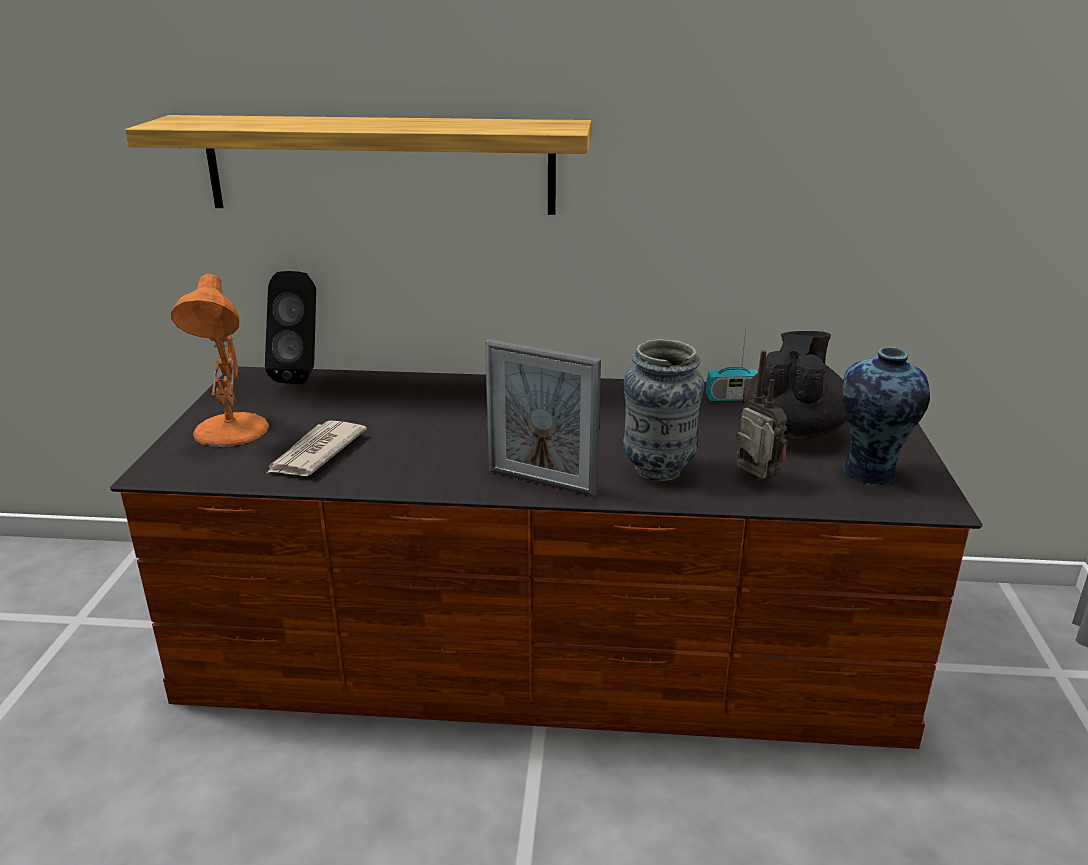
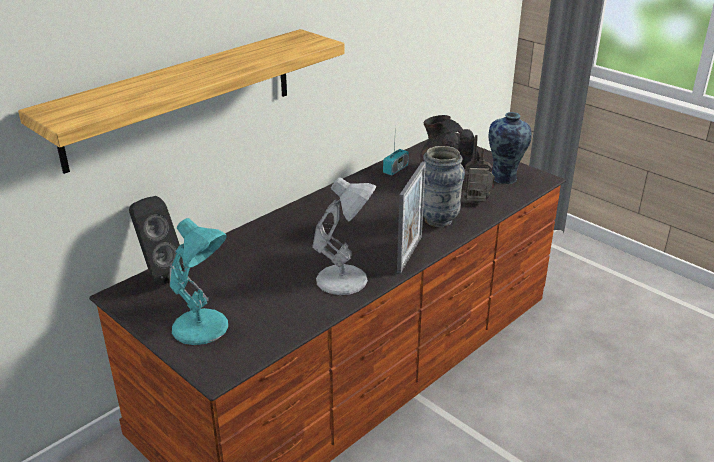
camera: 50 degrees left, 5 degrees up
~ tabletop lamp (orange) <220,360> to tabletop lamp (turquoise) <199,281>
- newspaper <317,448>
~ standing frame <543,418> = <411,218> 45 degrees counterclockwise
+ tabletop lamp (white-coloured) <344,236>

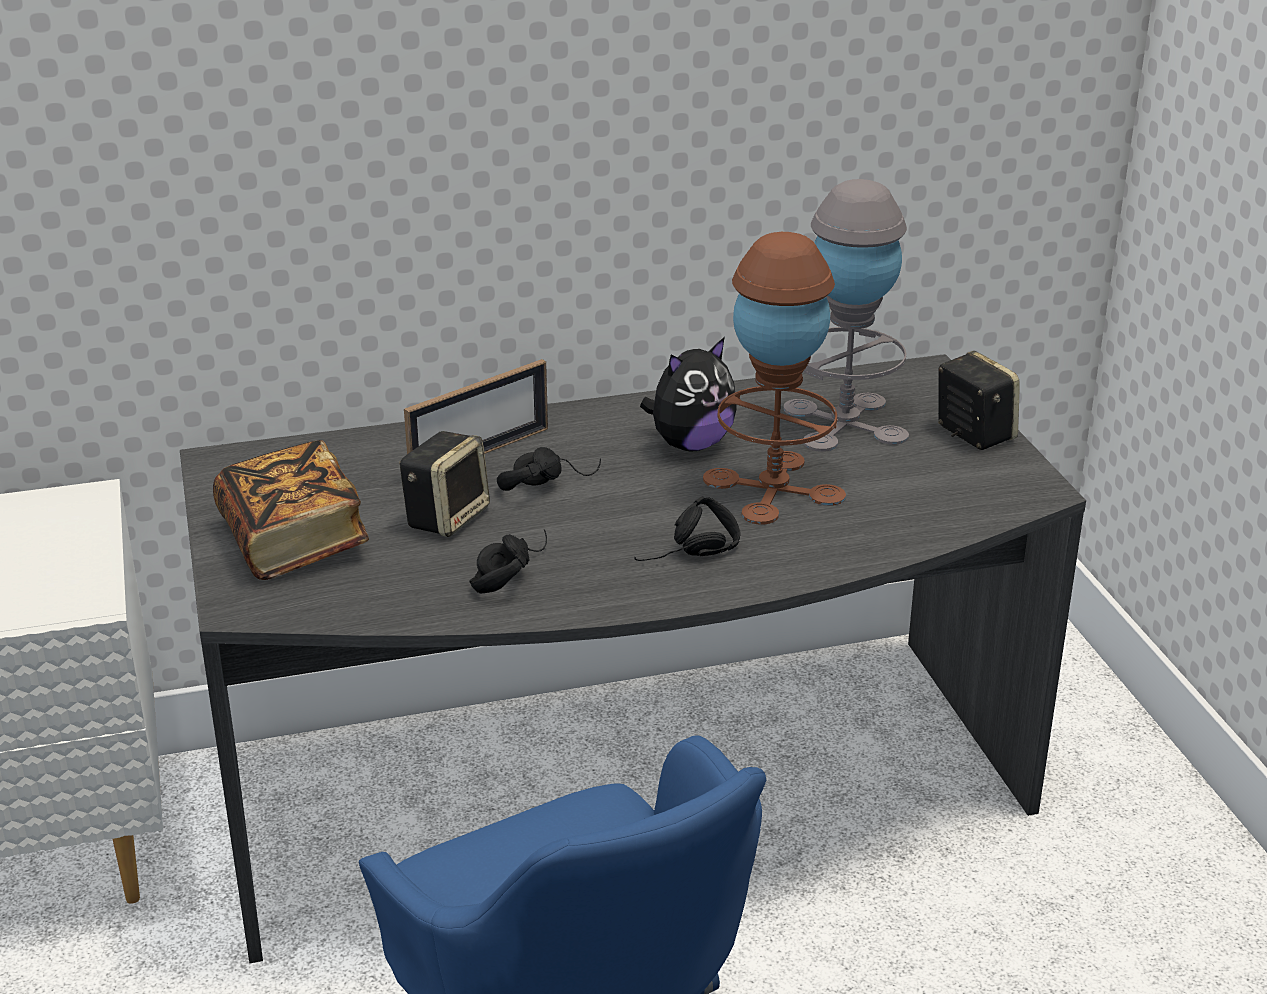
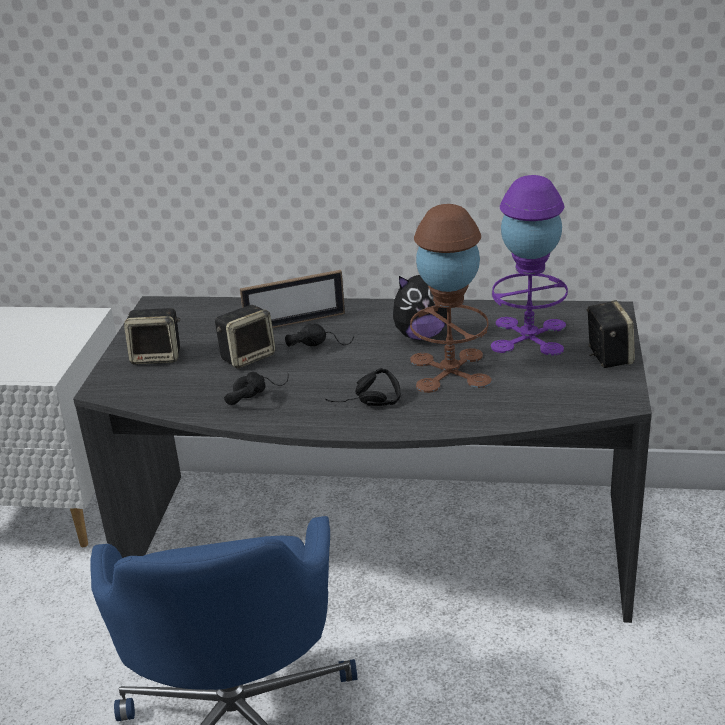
camera: 25 degrees right, 0 degrees up
~ book <291,510> to speaker <152,336>
~ tabletop lamp (greyish) <846,315> to tabletop lamp (purplish) <529,265>

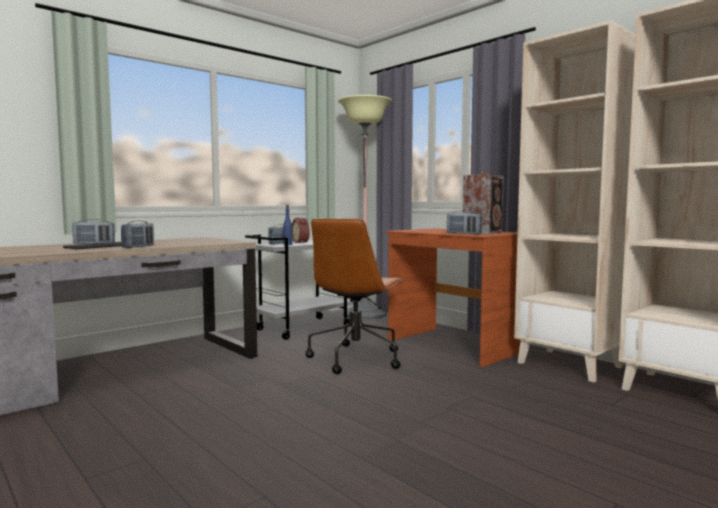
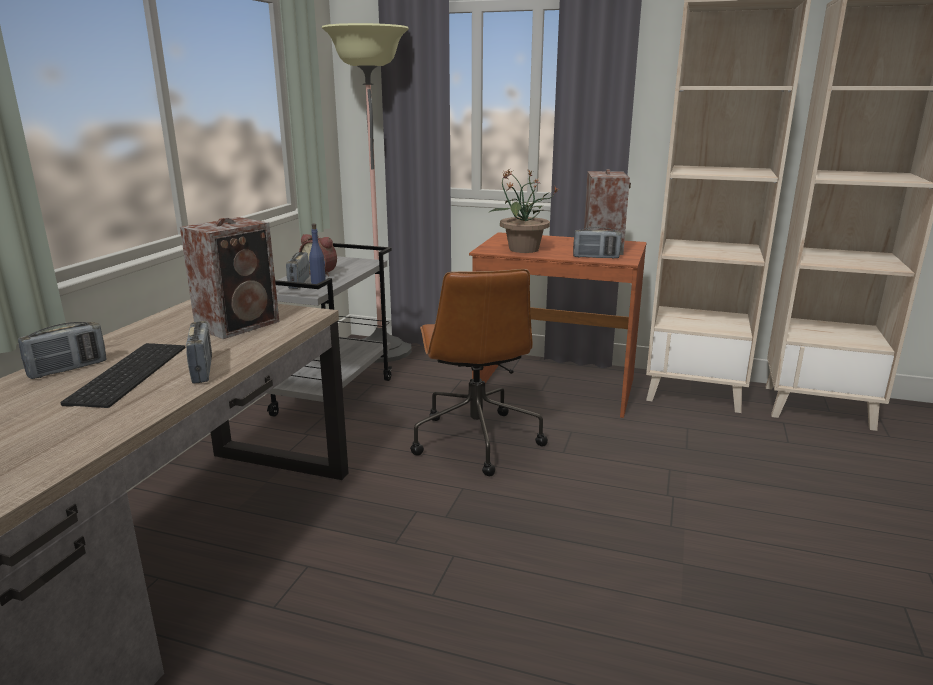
camera: 30 degrees left, 15 degrees up
+ speaker <229,278>
+ plant in a pot <524,211>

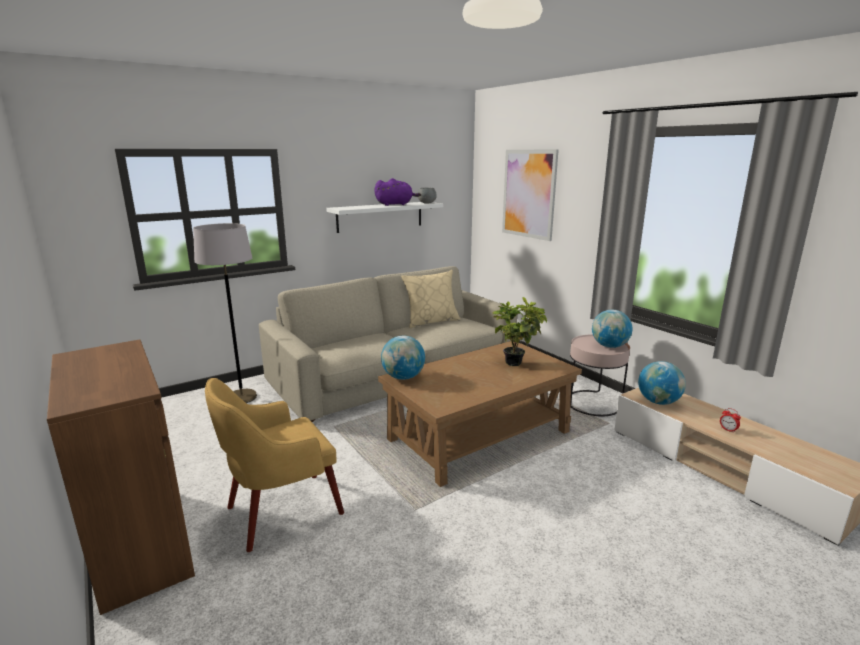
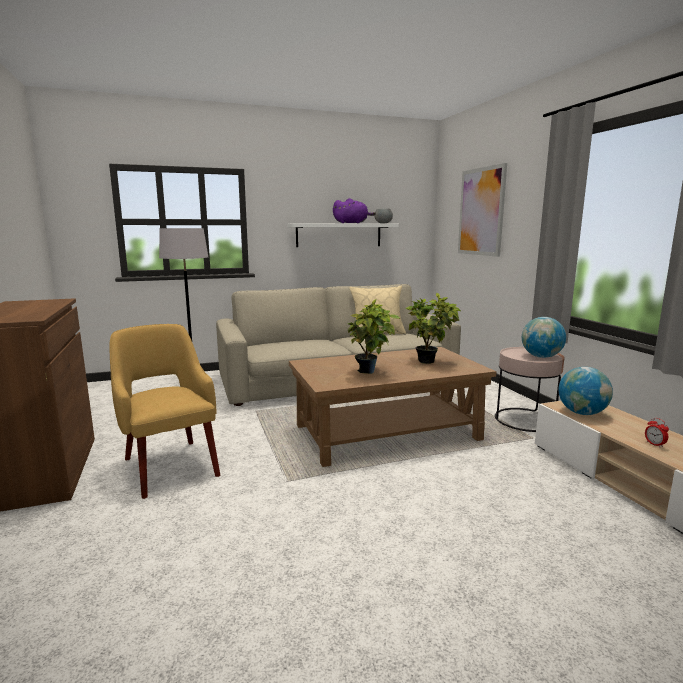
camera: 15 degrees right, 5 degrees down
~ armchair (yellow) <274,465> = <164,411> 75 degrees clockwise
- desk globe <403,357>
+ plant in a pot <374,336>

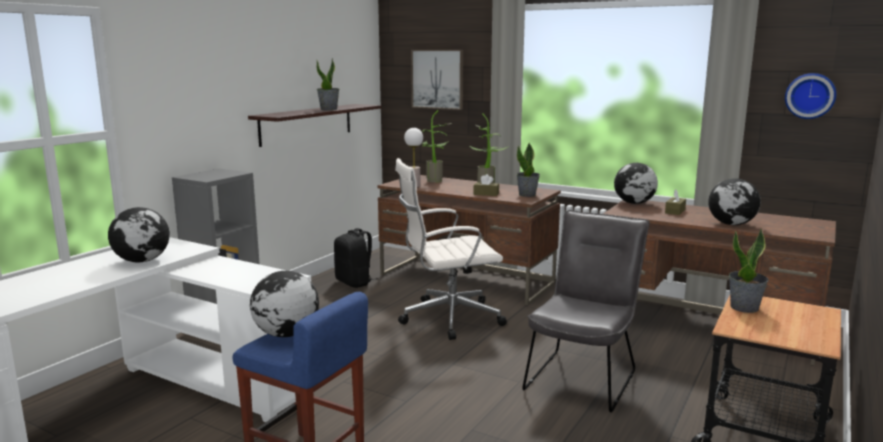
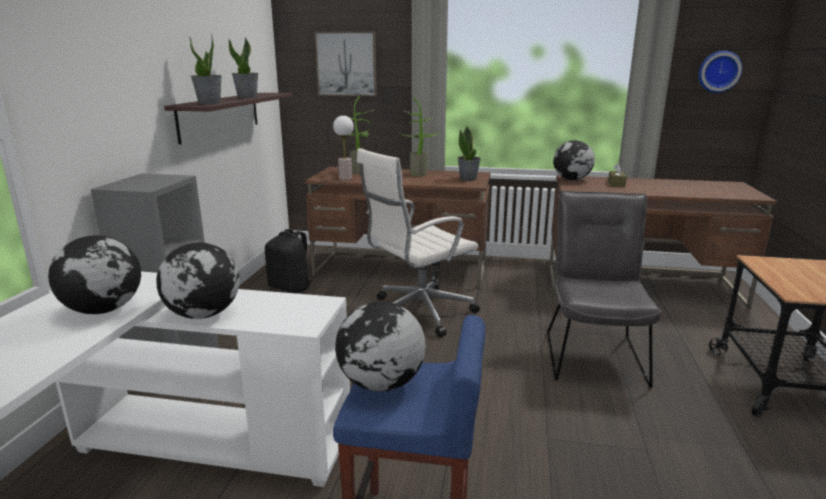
camera: 20 degrees left, 5 degrees up
- tissue box (brownish) <486,185>
~ desk globe <734,201> to <198,281>
~ plant in a pot <749,270> to <205,69>

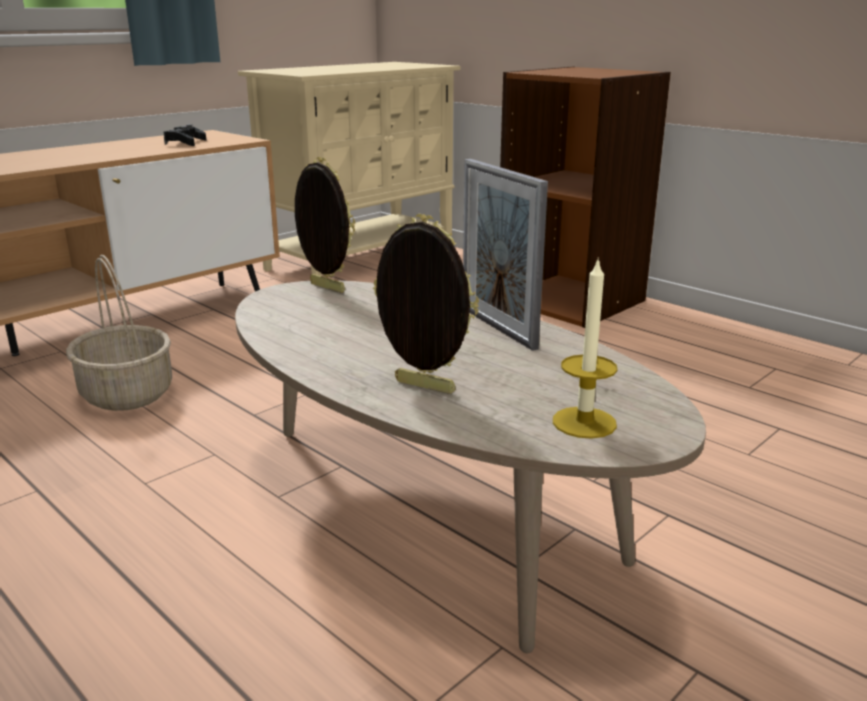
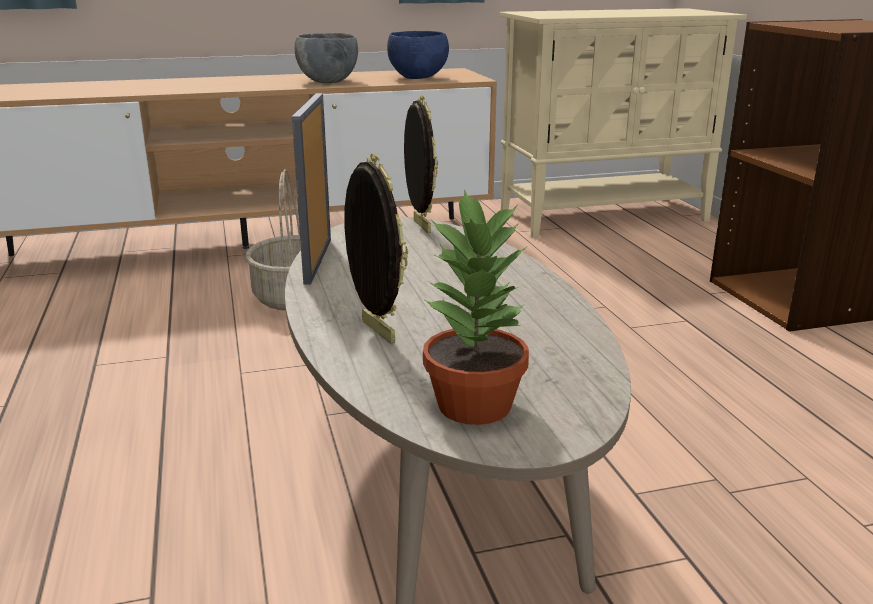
camera: 30 degrees right, 0 degrees up
~ gamepad (blackish) <185,135> to deep dish (blue) <418,55>
~ standing frame <505,255> to <311,188>
~ wax light <585,348> to plant in a pot <476,307>
+ deep dish (greyish) <326,58>

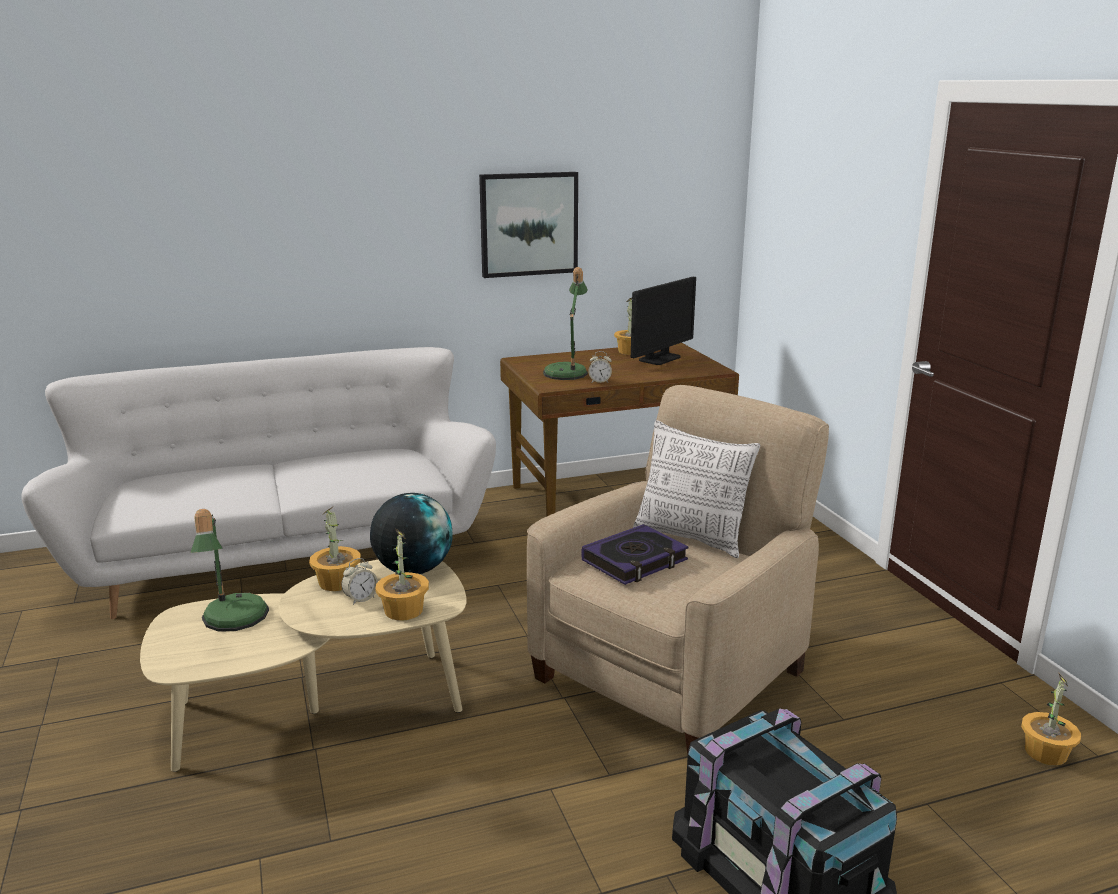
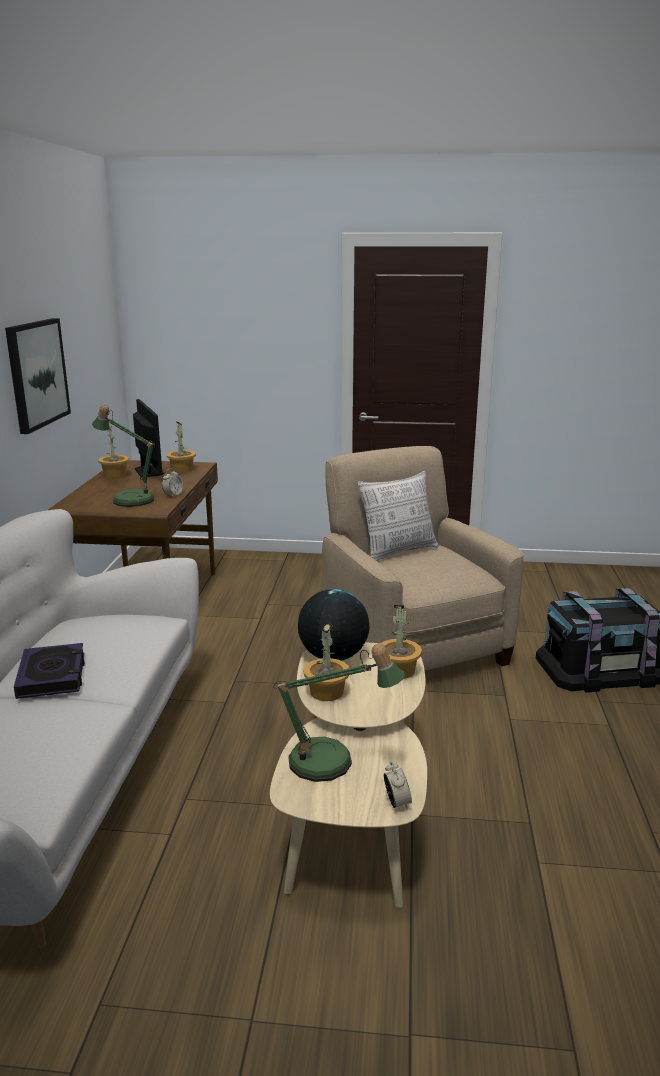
camera: 65 degrees left, 0 degrees up
~ table clock <360,581> to <398,786>
~ book <635,554> to <49,671>
~ plant in a pot <1051,720> to <181,446>

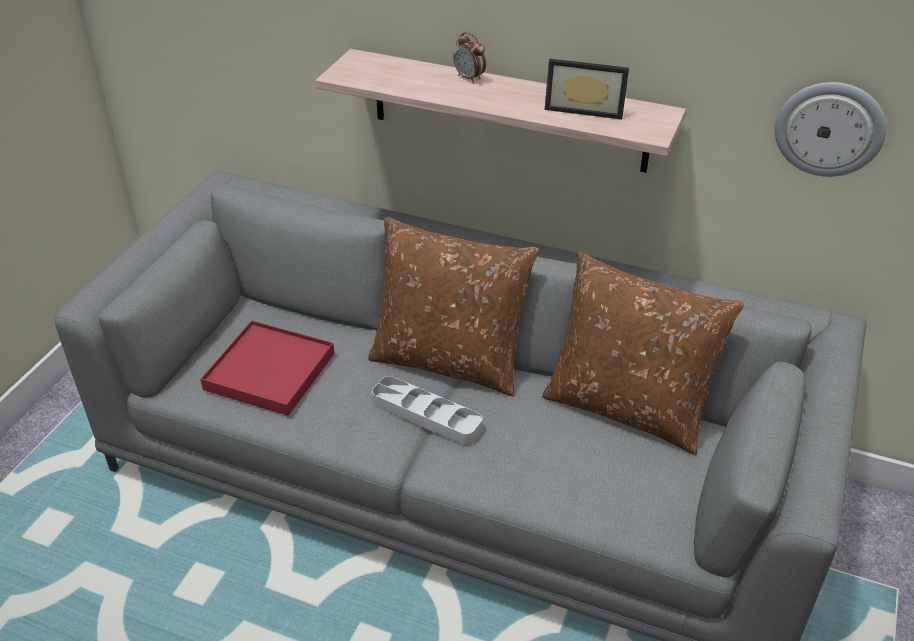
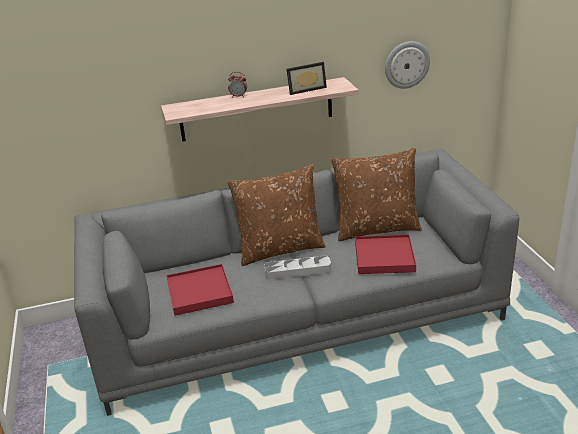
camera: 35 degrees left, 10 degrees down
+ serving tray (red-coloured) <385,254>

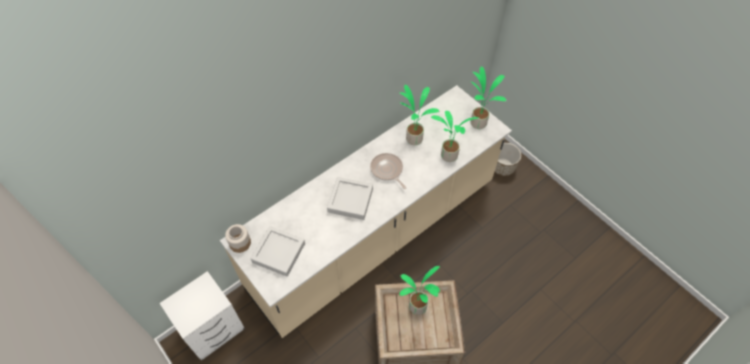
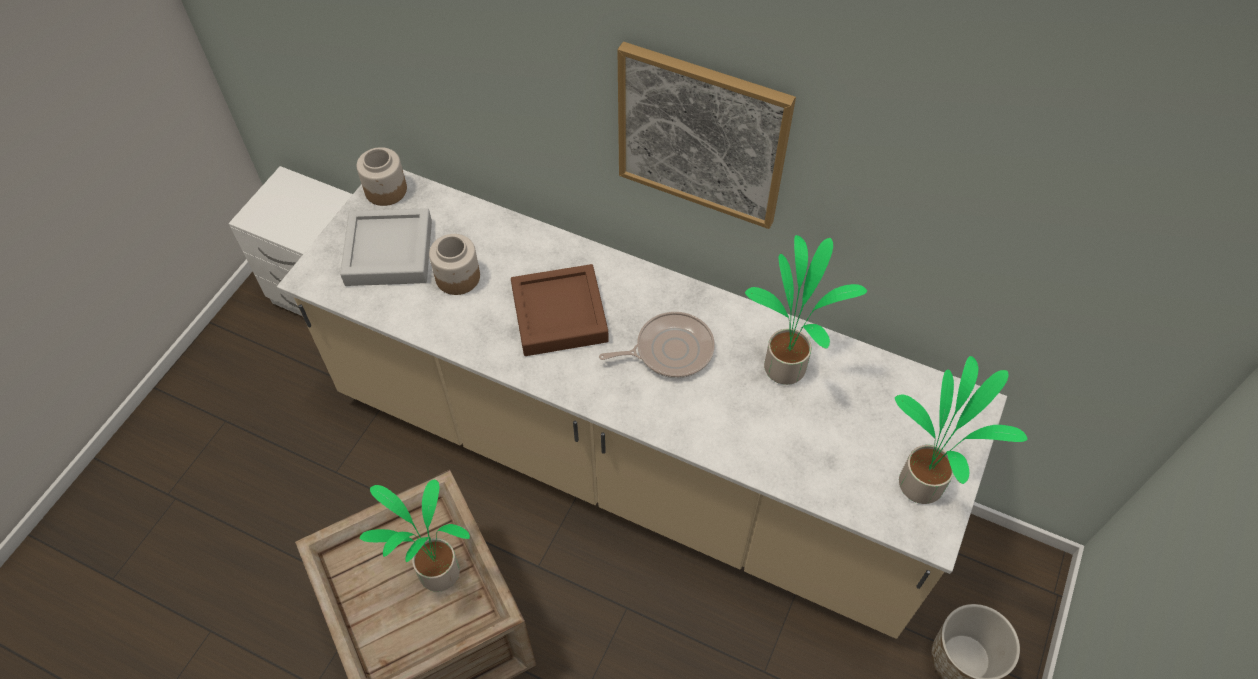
camera: 65 degrees right, 0 degrees up
~ serving tray (greyish) <350,198> to serving tray (brownish) <560,310>
~ frying pan <388,171> = <657,345> 45 degrees clockwise
- plant in a pot <455,136>
+ storage jar <454,264>
+ picture <706,135>

